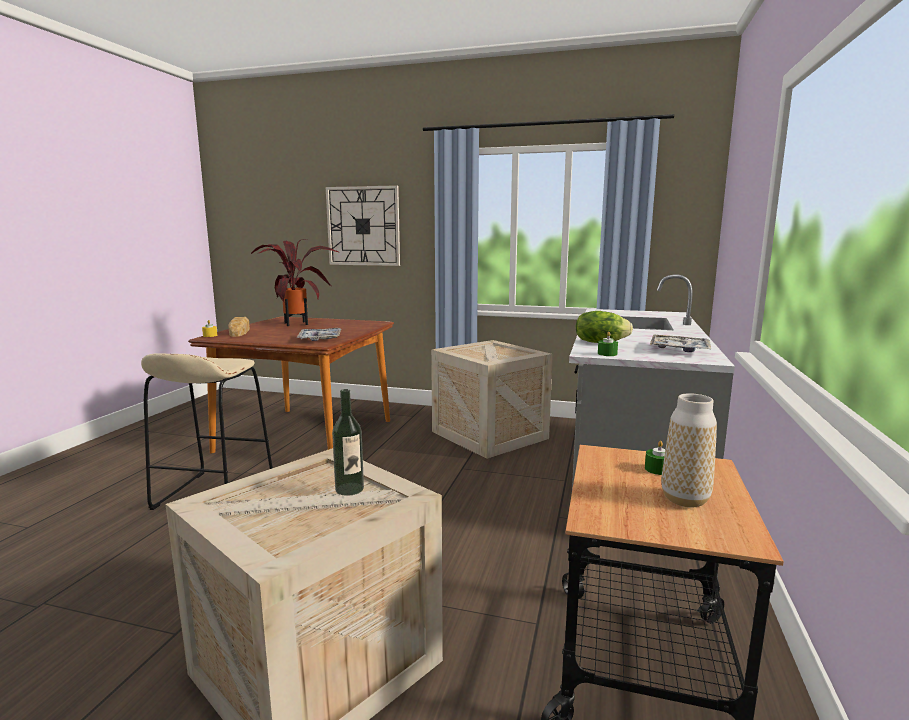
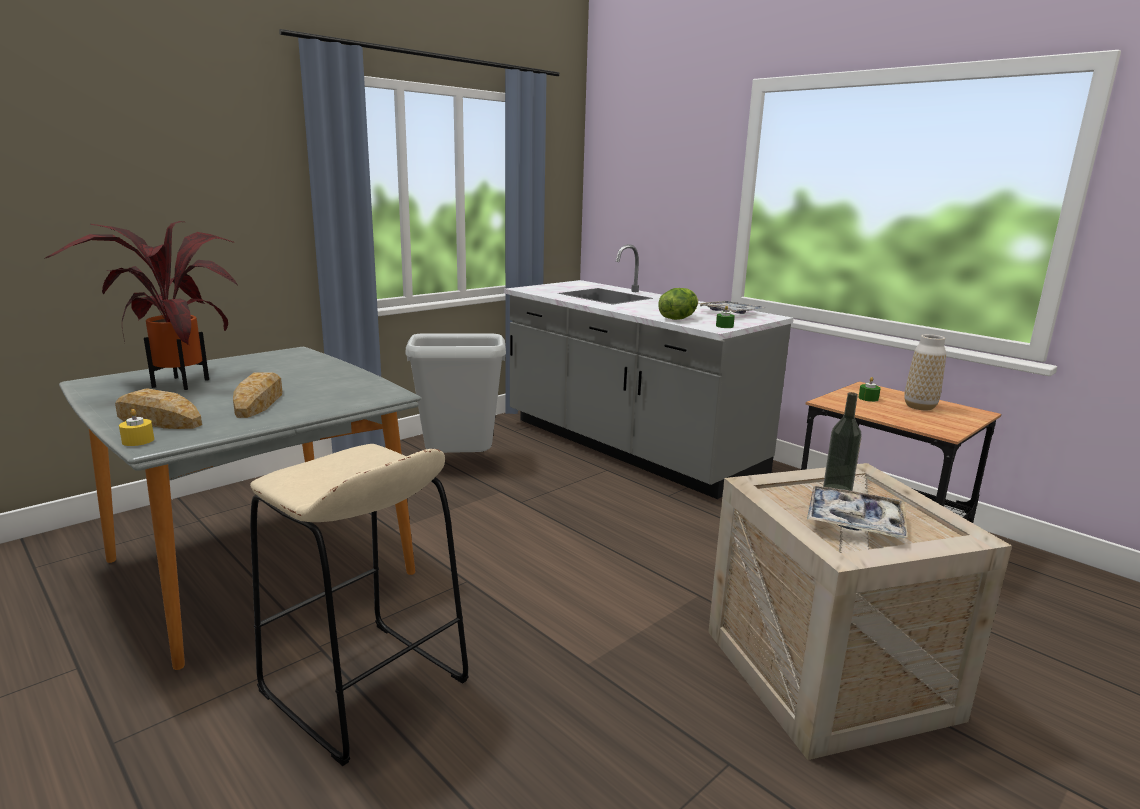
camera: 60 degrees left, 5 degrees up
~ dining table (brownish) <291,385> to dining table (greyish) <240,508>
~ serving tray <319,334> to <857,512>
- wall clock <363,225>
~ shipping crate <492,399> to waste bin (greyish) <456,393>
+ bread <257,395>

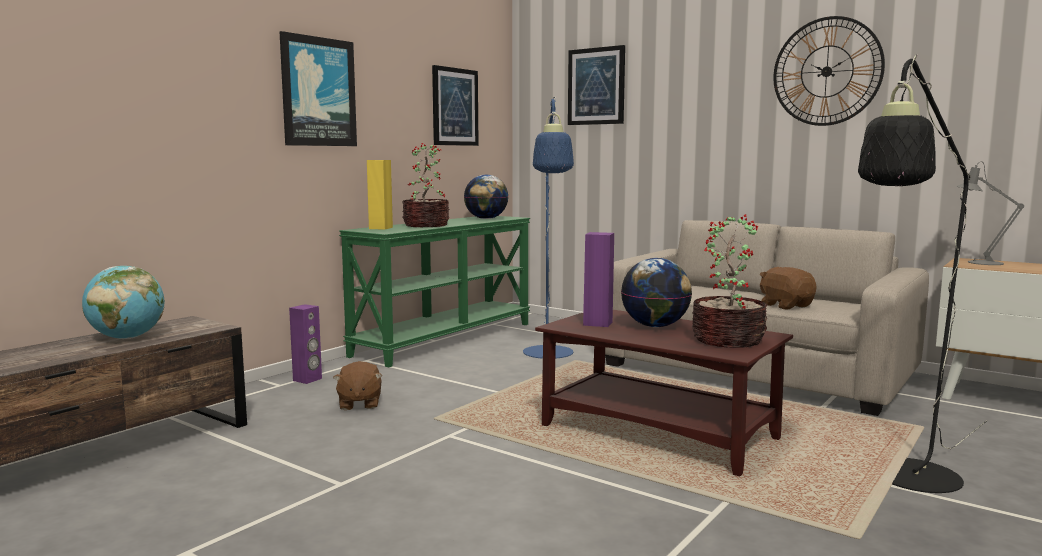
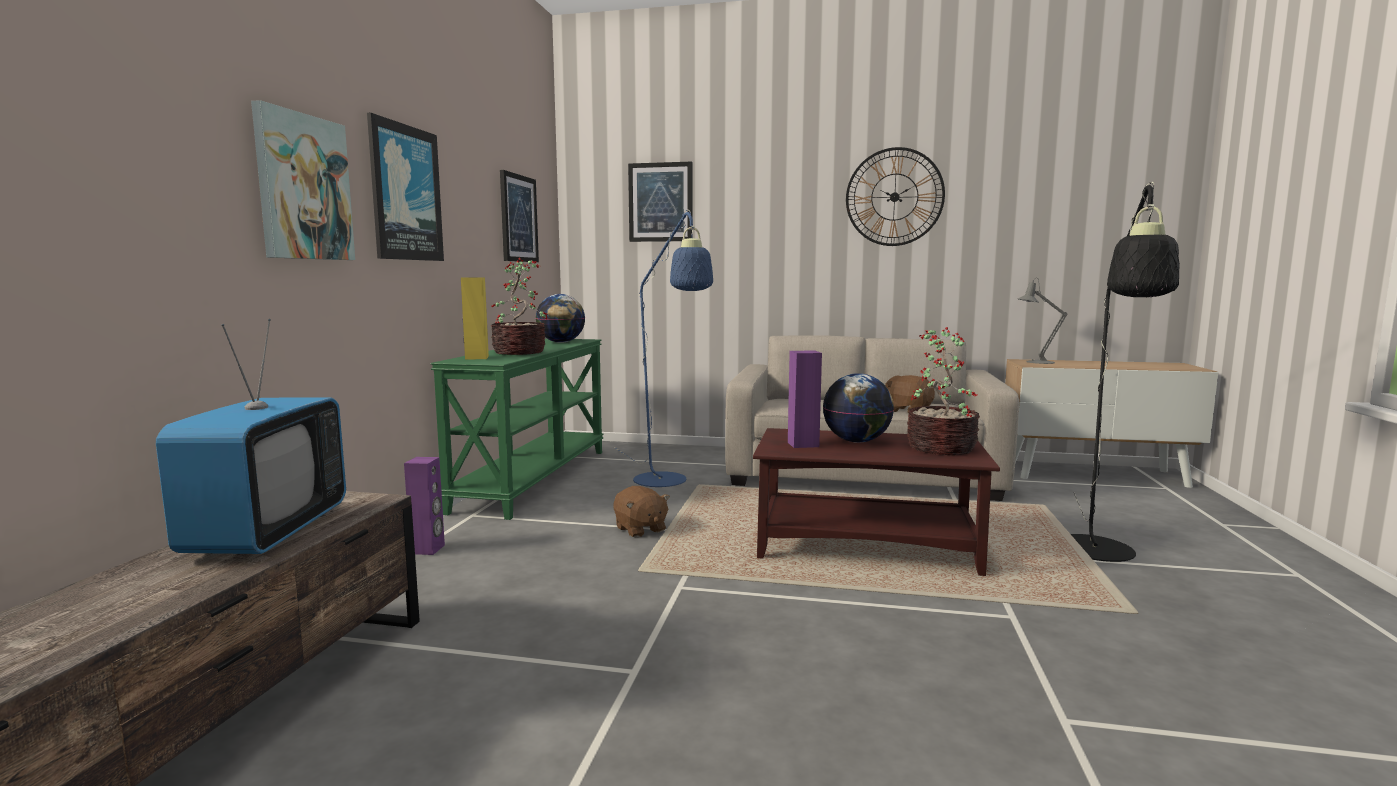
camera: 25 degrees left, 0 degrees up
~ desk globe <123,302> to TV <251,436>
~ soft toy (brownish) <357,385> to <641,512>
+ picture <303,180>

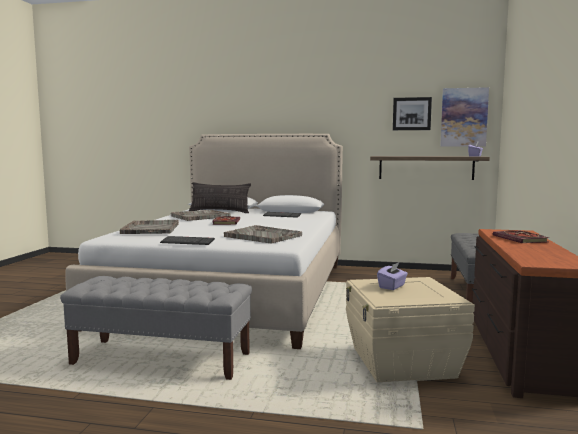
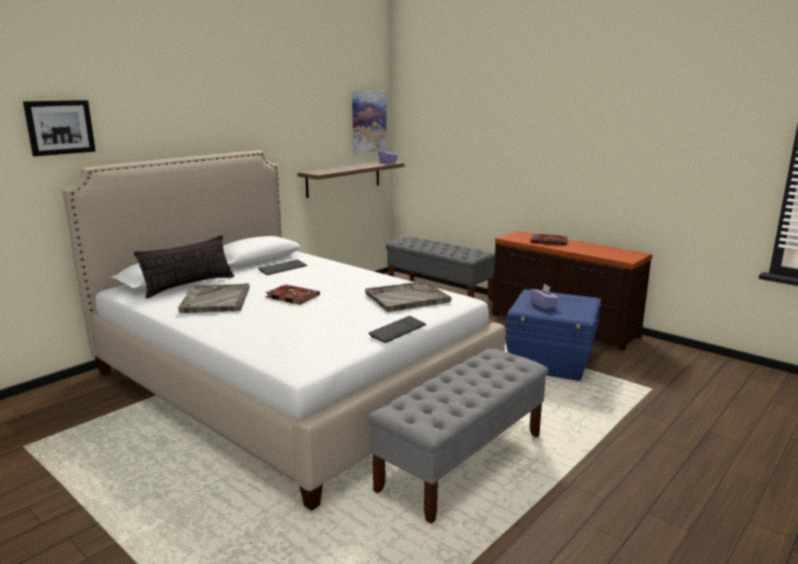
camera: 60 degrees left, 10 degrees up
- serving tray (greyish) <149,227>
~ storage container (sand-coloured) <410,329> to storage container (blue) <553,335>
~ picture <412,113> to <59,128>

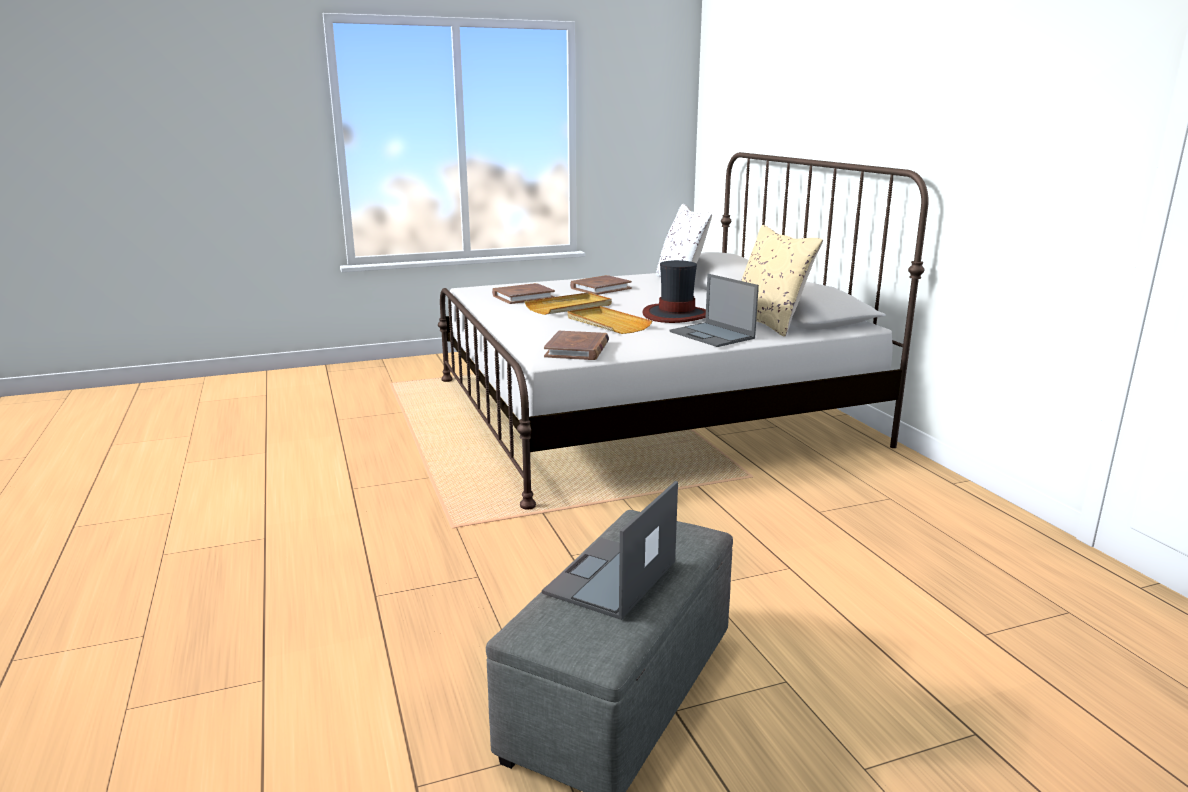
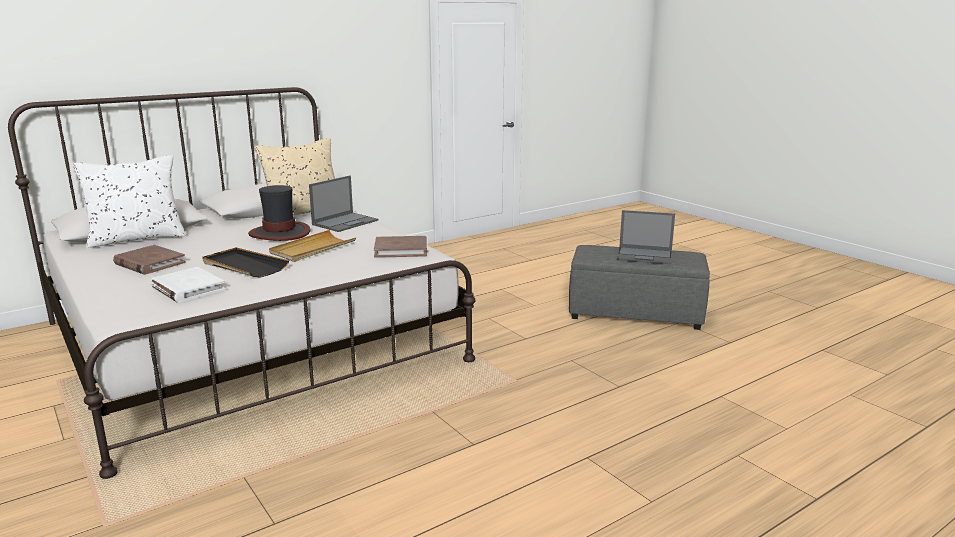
camera: 105 degrees left, 0 degrees up
~ book (brownish) <523,293> to book (white-coloured) <188,285>
~ serving tray (sand-coloured) <568,303> to serving tray (blackish) <245,262>

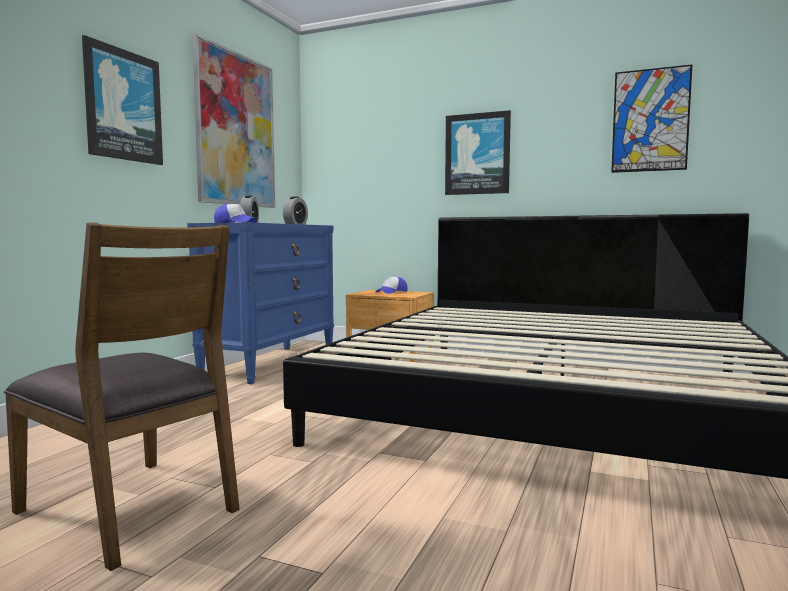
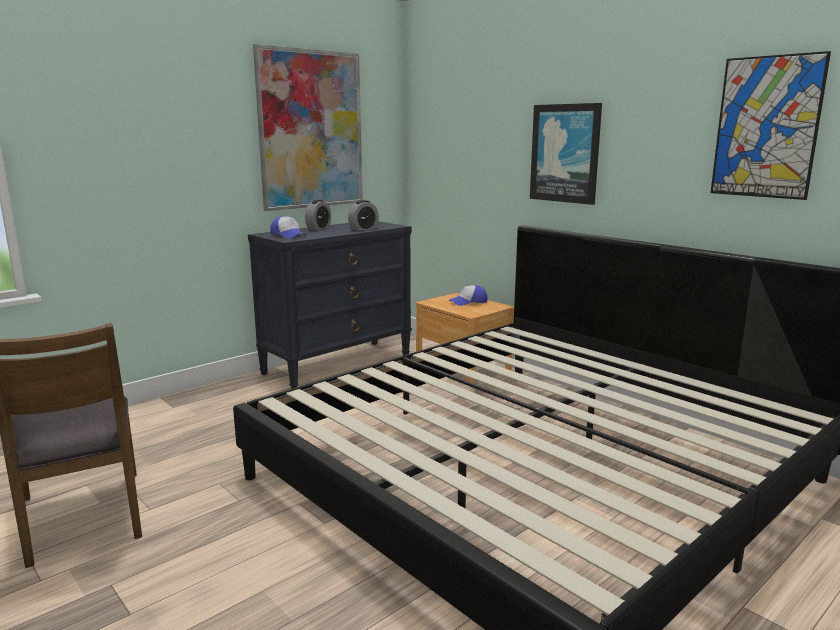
camera: 25 degrees right, 10 degrees up
- picture <122,100>
~ chest of drawers (blue) <260,303> to chest of drawers (blackish) <330,305>

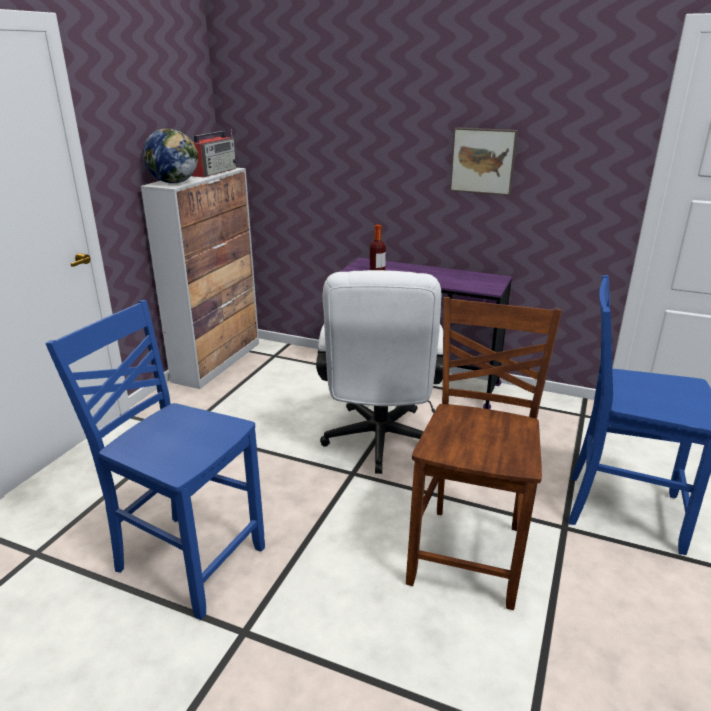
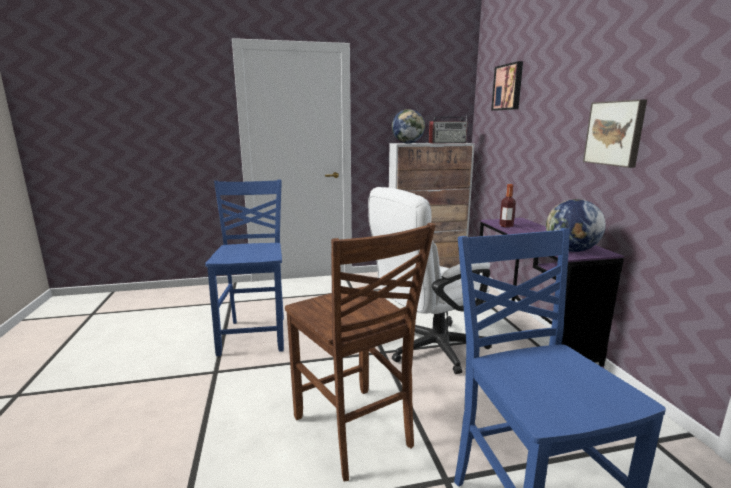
camera: 55 degrees right, 10 degrees down
~ plain chair (brownish) <484,453> = <360,352> 75 degrees clockwise
+ picture <507,86>
+ desk globe <576,225>

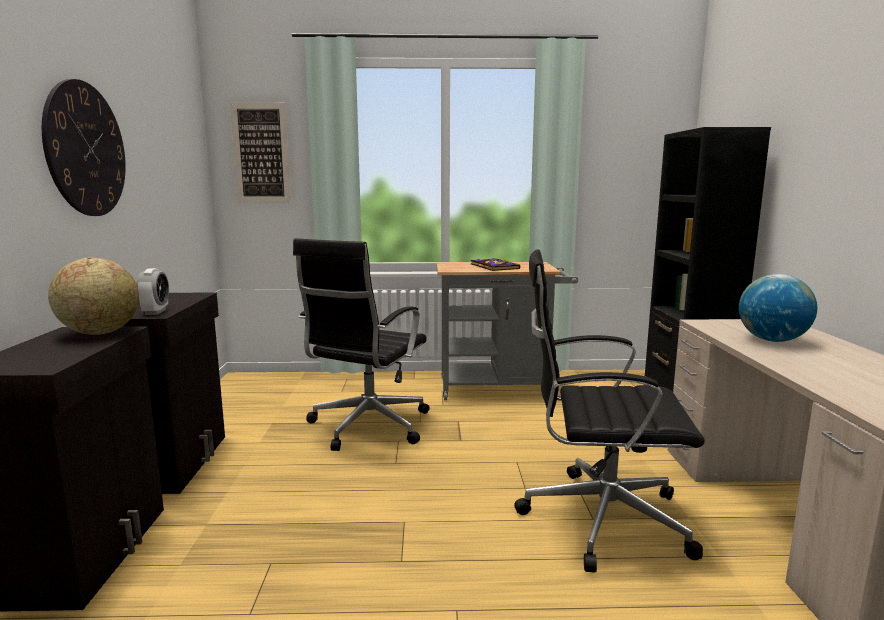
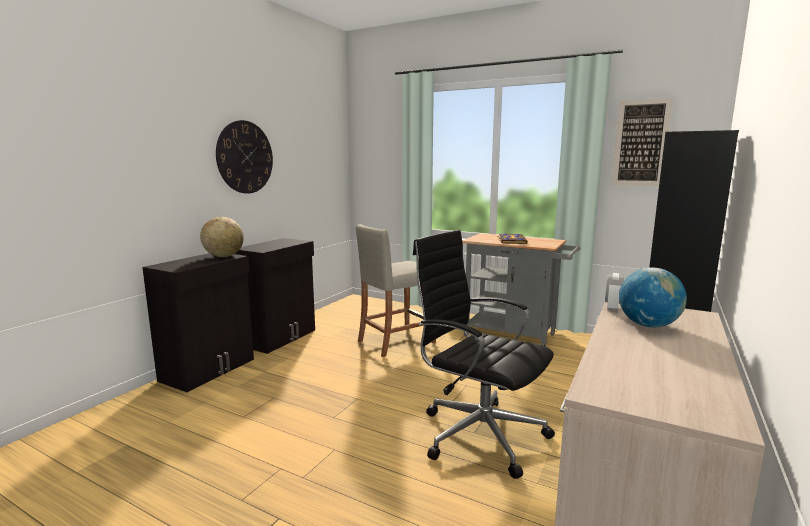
camera: 30 degrees right, 0 degrees up
~ table clock <152,291> to <614,292>
~ picture <260,152> to <642,142>
~ desk chair (blackish) <361,344> to sitting stool (sand-coloured) <396,290>

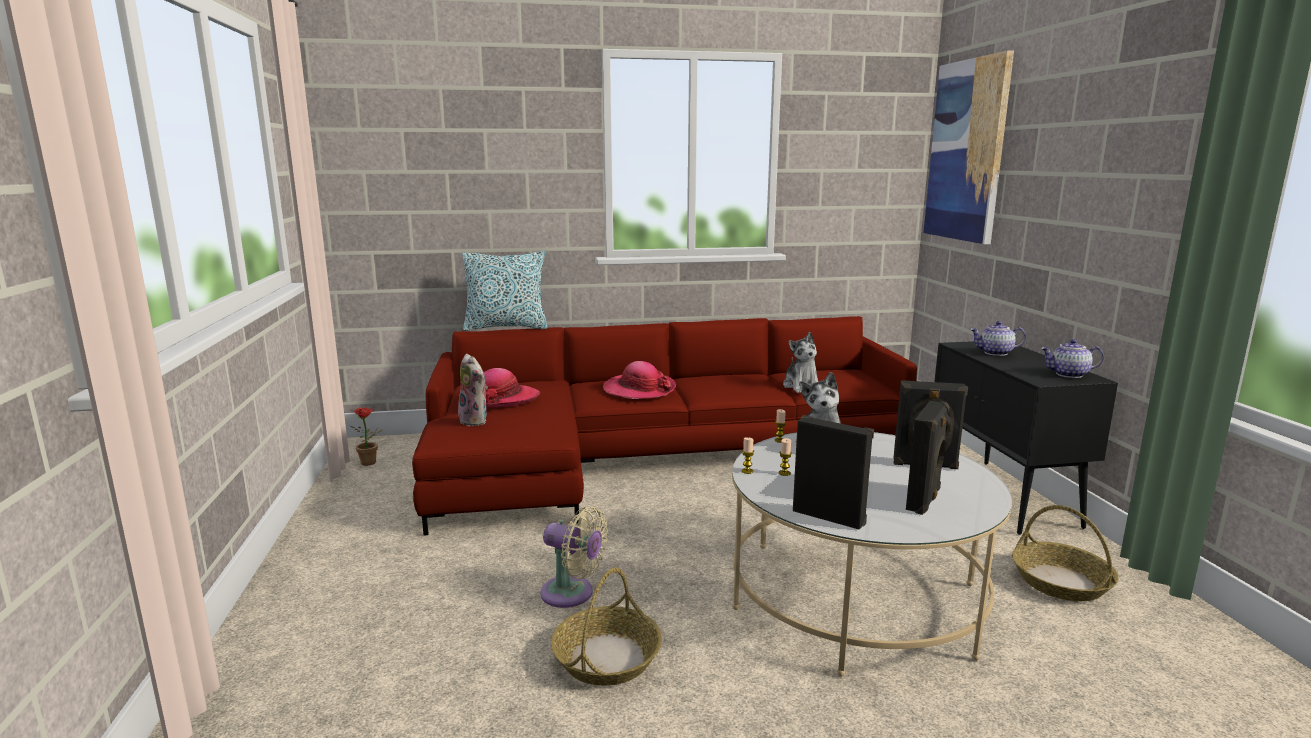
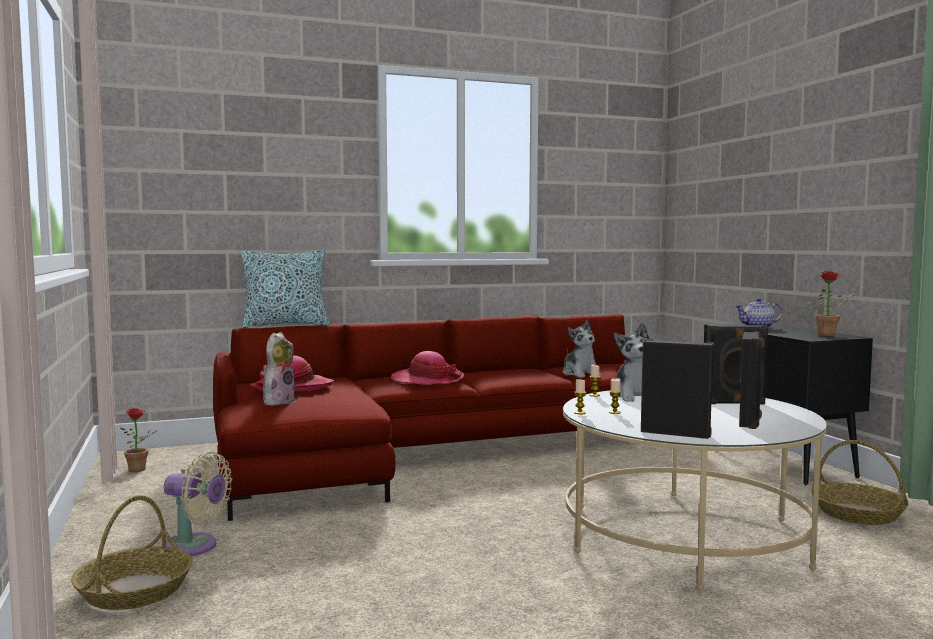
camera: 10 degrees left, 10 degrees down
~ soft toy <473,390> = <279,369> 105 degrees counterclockwise
~ cooling fan (sand-coloured) <574,557> to <196,504>
~ basket <606,626> to <132,552>
- picture <969,147>
~ teapot <1072,358> to plant in a pot <832,304>

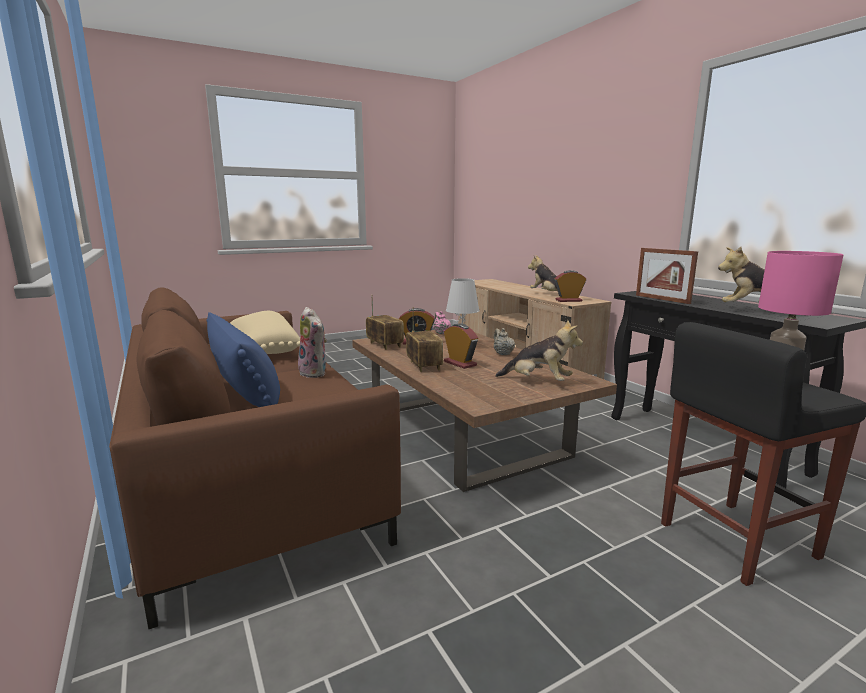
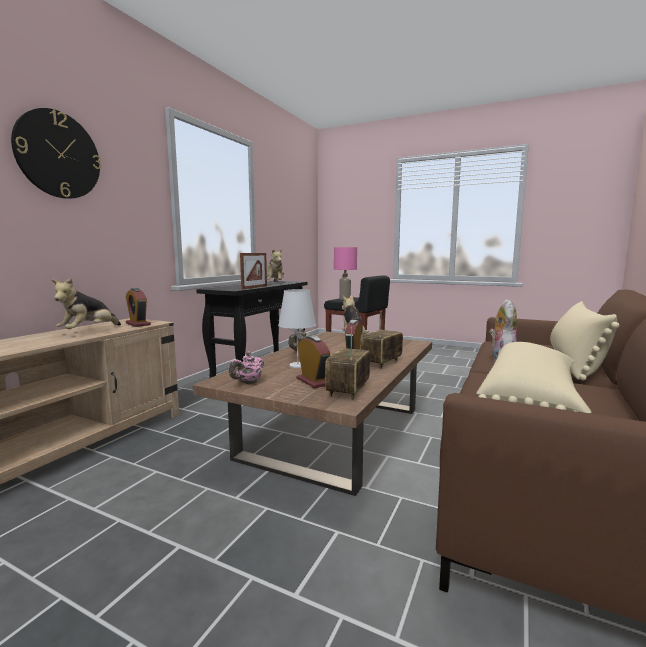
camera: 125 degrees left, 5 degrees down
~ cushion (blue) <243,359> to cushion (sand-coloured) <584,340>
+ wall clock <56,153>

